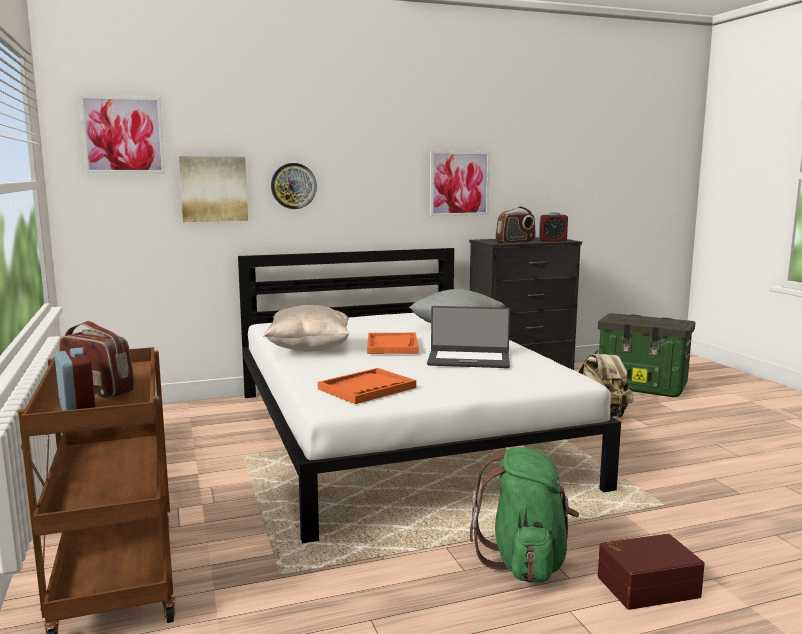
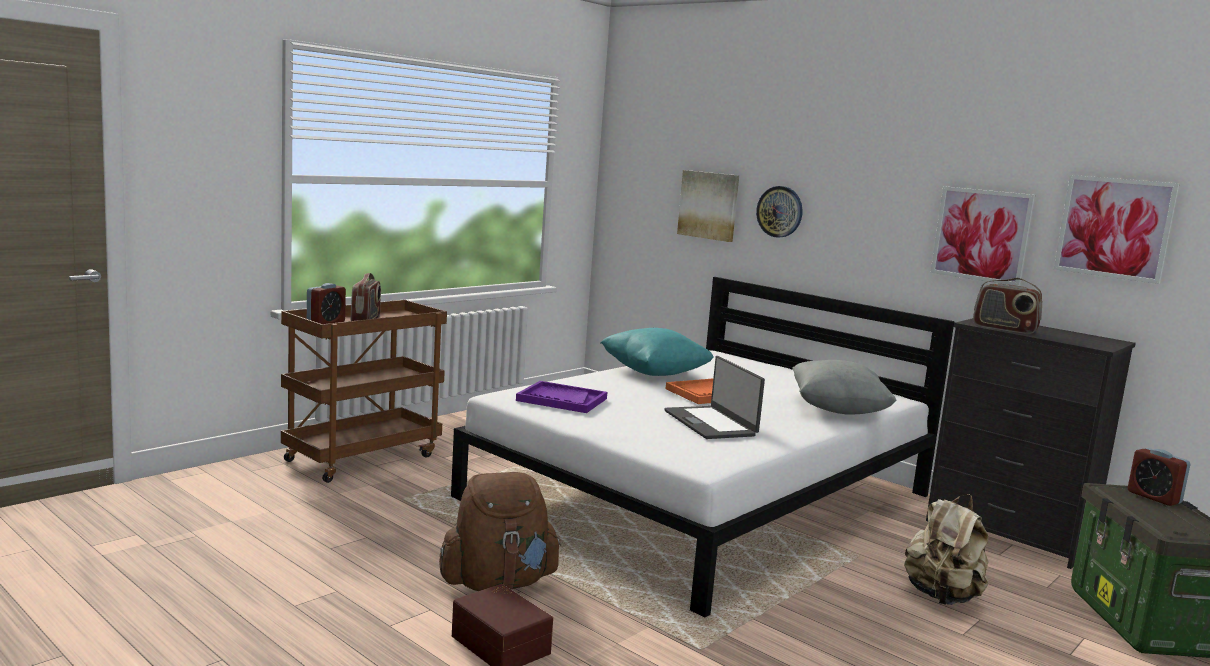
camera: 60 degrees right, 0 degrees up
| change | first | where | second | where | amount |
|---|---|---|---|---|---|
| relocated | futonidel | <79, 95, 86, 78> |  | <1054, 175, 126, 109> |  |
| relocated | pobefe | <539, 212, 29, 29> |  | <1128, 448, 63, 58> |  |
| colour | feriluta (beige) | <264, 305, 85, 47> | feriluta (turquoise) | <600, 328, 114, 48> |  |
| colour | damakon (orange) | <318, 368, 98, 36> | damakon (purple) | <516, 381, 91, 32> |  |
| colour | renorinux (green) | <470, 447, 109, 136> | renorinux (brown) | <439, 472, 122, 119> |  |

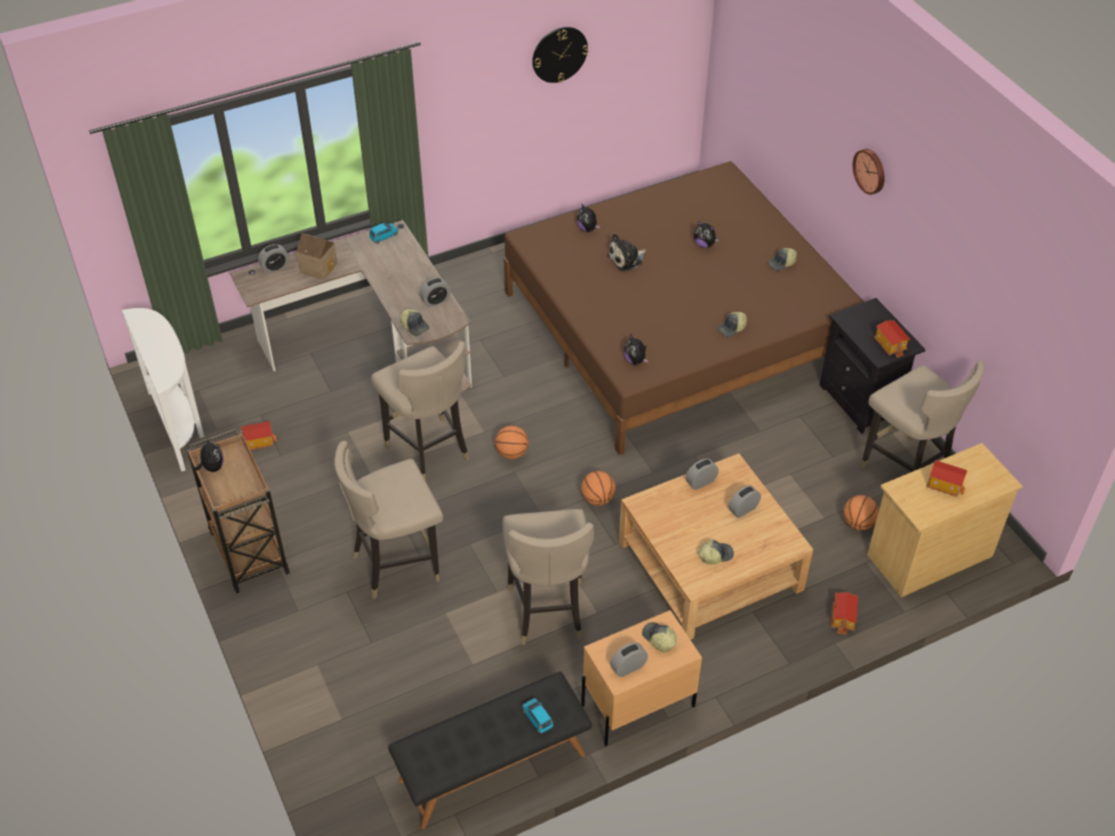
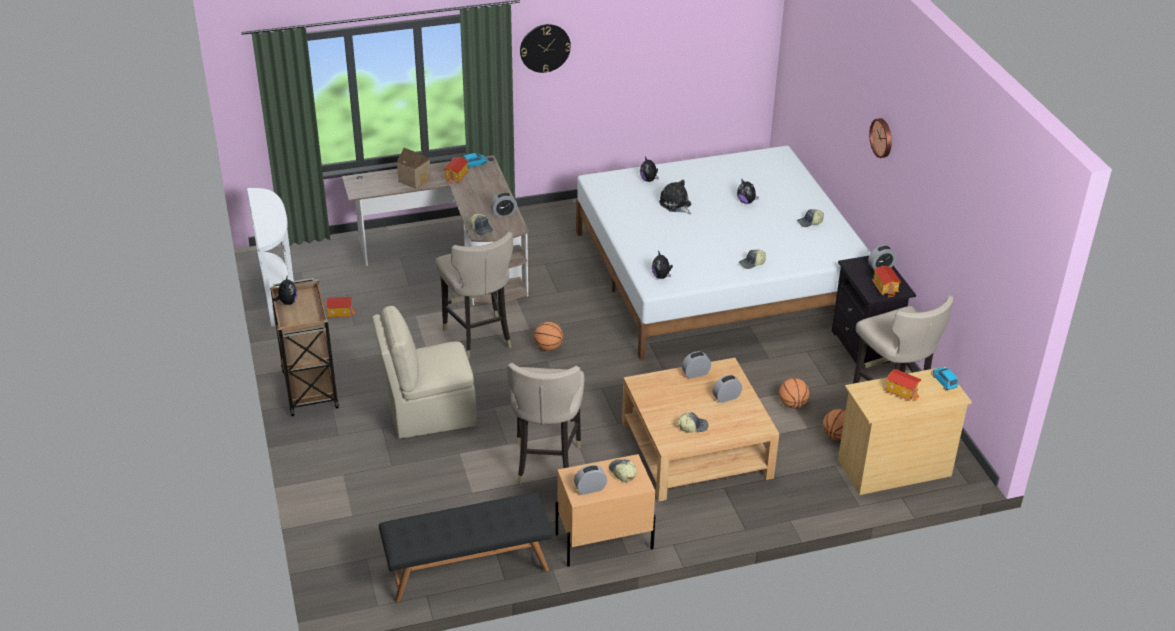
camera: 10 degrees right, 10 degrees down
| change | first | where | second | where | amount |
|---|---|---|---|---|---|
| relocated | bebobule | <532, 27, 56, 56> |  | <520, 24, 51, 49> |  |
| colour | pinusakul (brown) | <504, 161, 360, 295> | pinusakul (white) | <576, 146, 295, 215> |  |
| spun | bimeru | <607, 233, 39, 38> |  | <659, 180, 33, 34> | 75 degrees clockwise |
| relocated | pobefe | <258, 244, 31, 29> |  | <868, 245, 28, 26> |  |
| exchanged | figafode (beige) | <334, 441, 109, 158> | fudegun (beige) | <372, 306, 104, 133> |  |
| relocated | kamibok | <581, 471, 35, 35> |  | <779, 378, 31, 30> |  |
| relocated | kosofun | <831, 592, 27, 42> |  | <444, 157, 25, 27> |  |
| relocated | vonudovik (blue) | <522, 698, 31, 36> |  | <932, 367, 26, 23> |  |

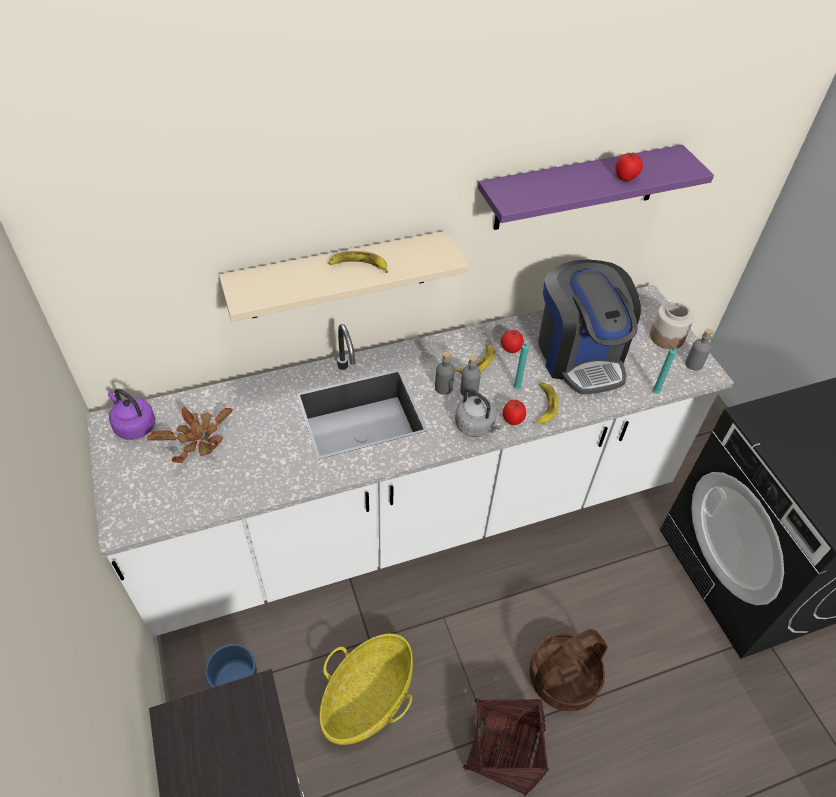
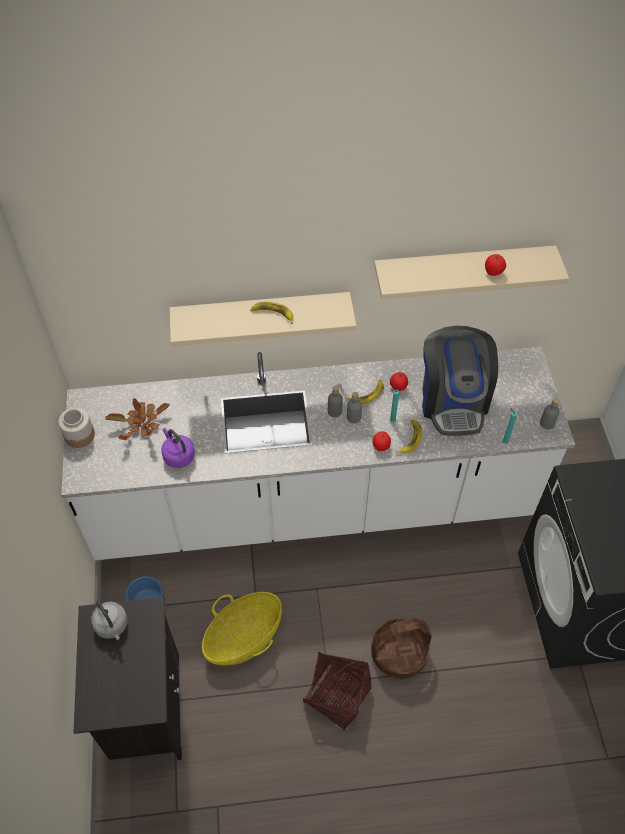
camera: 15 degrees right, 5 degrees up
| change | first | where | second | where | amount |
|---|---|---|---|---|---|
| colour | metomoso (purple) | <478, 145, 236, 85> | metomoso (beige) | <374, 245, 195, 54> |  |
| relocated | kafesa | <650, 302, 44, 47> |  | <58, 407, 37, 41> |  |
| relocated | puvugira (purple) | <108, 388, 47, 52> |  | <161, 428, 34, 40> |  |
| relocated | puvugira (grey) | <455, 388, 47, 49> |  | <91, 601, 37, 39> |  |

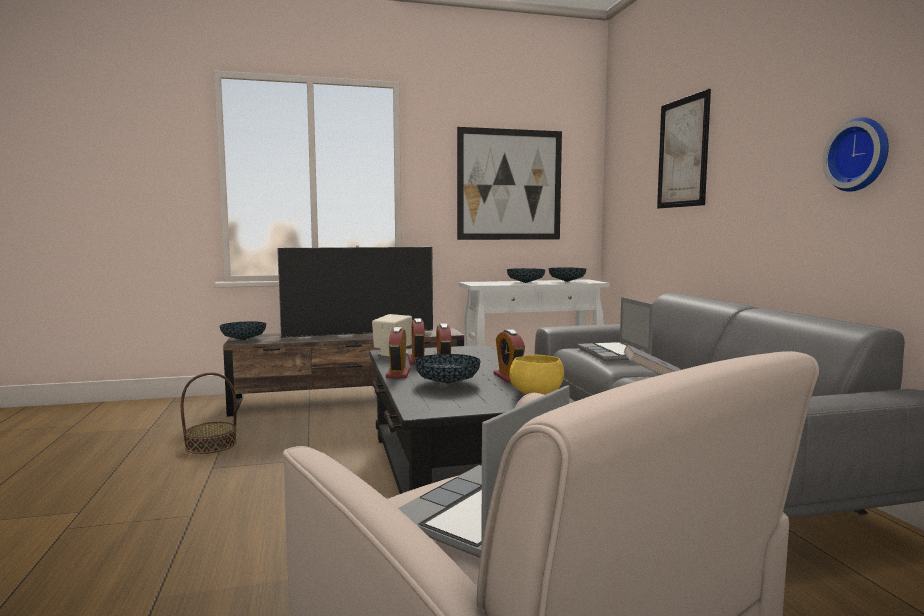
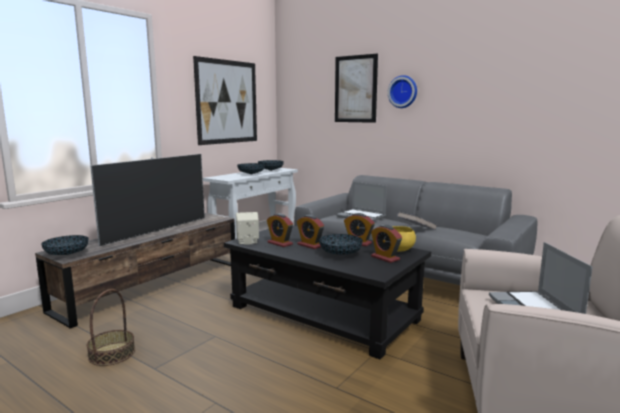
camera: 40 degrees left, 5 degrees up
| change | first | where | second | where | amount |
|---|---|---|---|---|---|
| relocated | bebobule | <822, 117, 67, 75> |  | <388, 75, 29, 33> |  |
| relocated | pobefe | <386, 327, 24, 51> |  | <371, 225, 31, 38> |  |

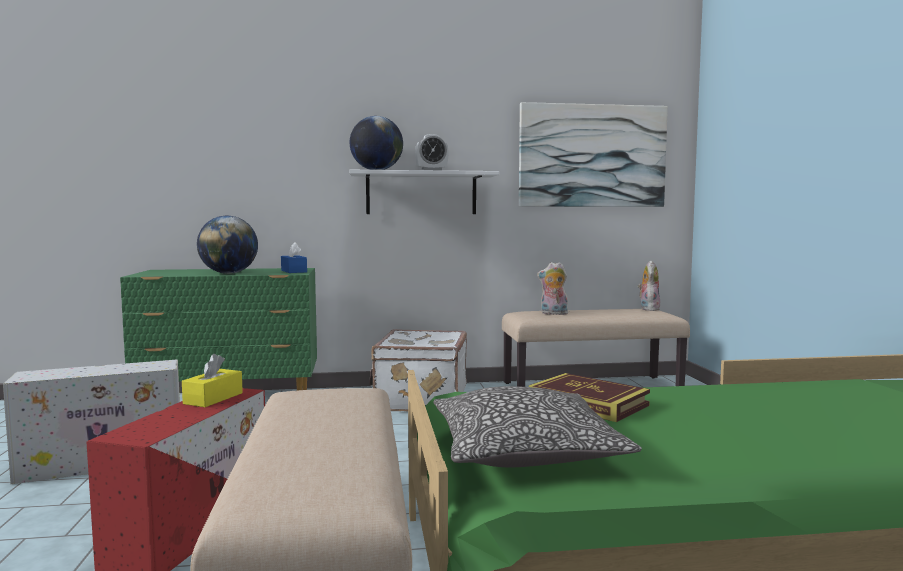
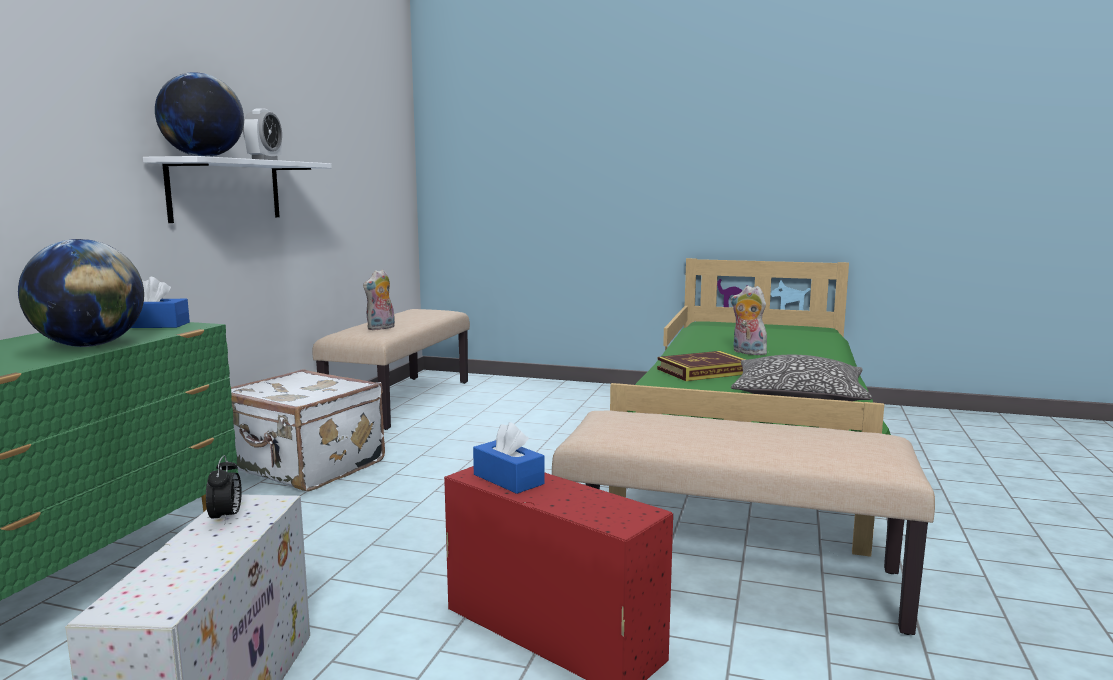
camera: 65 degrees left, 5 degrees up
| change | first | where | second | where | amount |
|---|---|---|---|---|---|
| missing | futonidel | <519, 102, 149, 105> |  |  |  |
| relocated | bimeru | <638, 260, 22, 51> |  | <731, 286, 36, 69> |  |
| colour | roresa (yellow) | <182, 354, 61, 53> | roresa (blue) | <473, 422, 72, 72> |  |
| appeared |  |  | pobefe | <206, 455, 36, 69> |  |

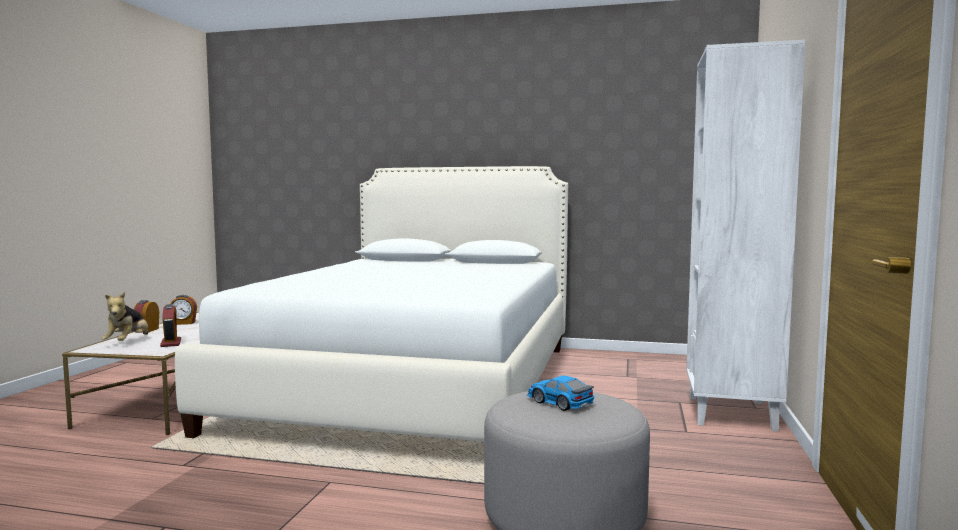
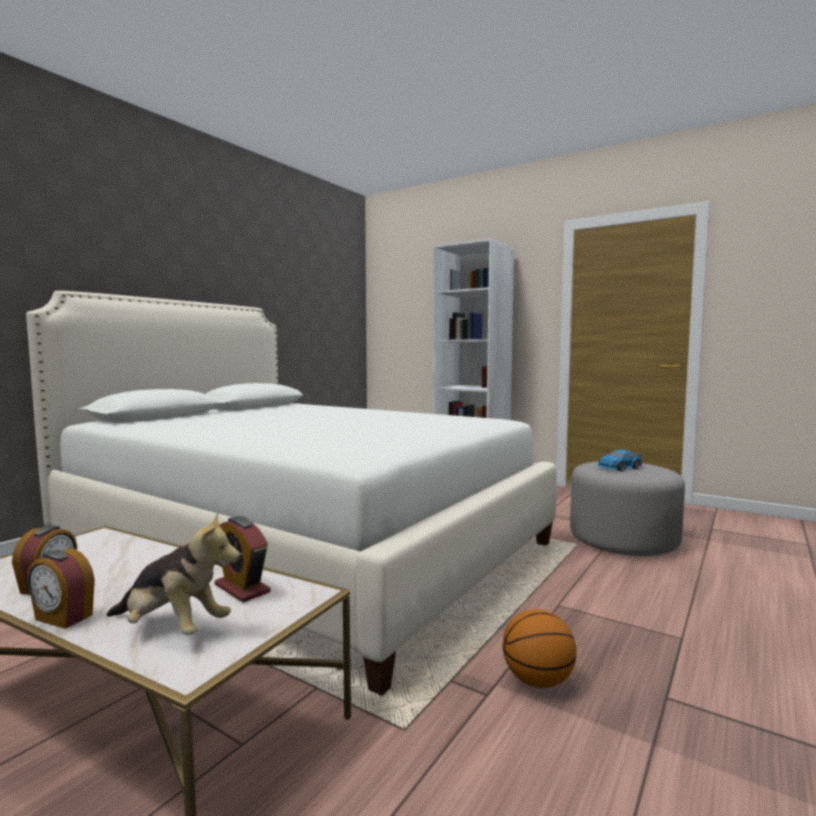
camera: 70 degrees left, 0 degrees up
| change | first | where | second | where | amount |
|---|---|---|---|---|---|
| spun | pobefe | <160, 304, 21, 43> |  | <214, 516, 57, 86> | 135 degrees counterclockwise |
| appeared |  |  | kamibok | <503, 609, 74, 79> |  |

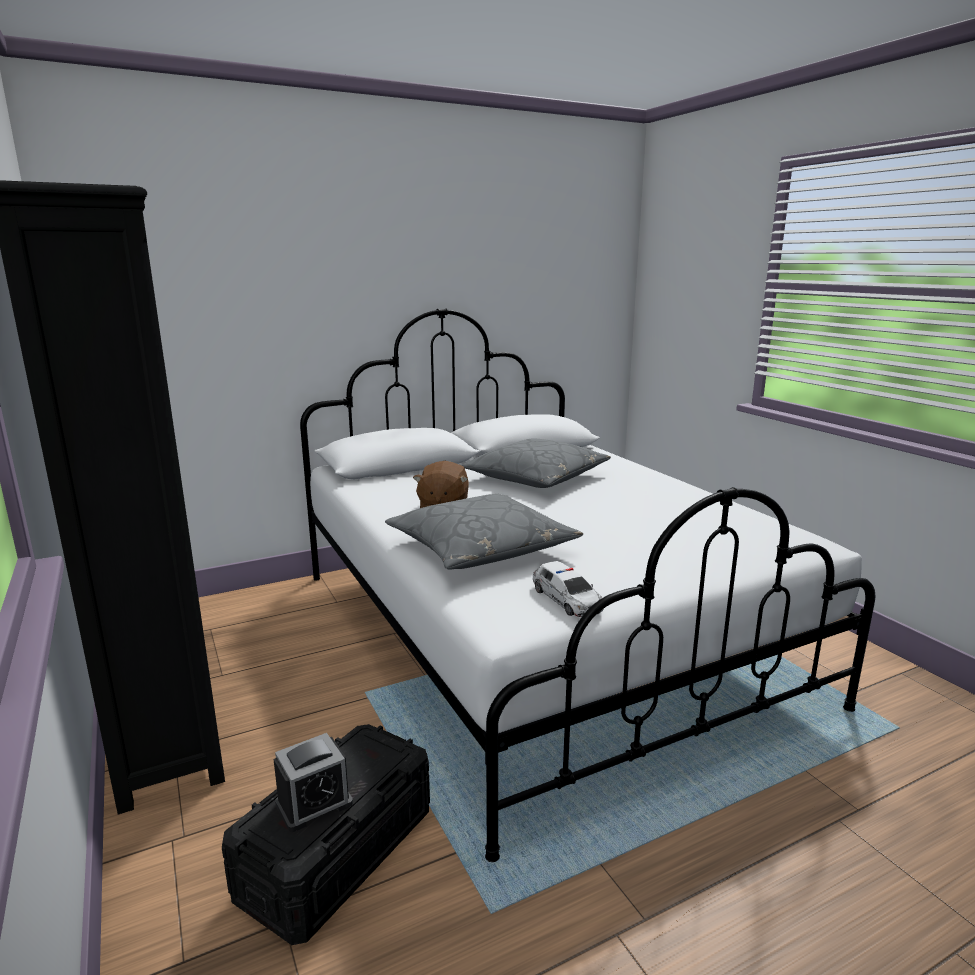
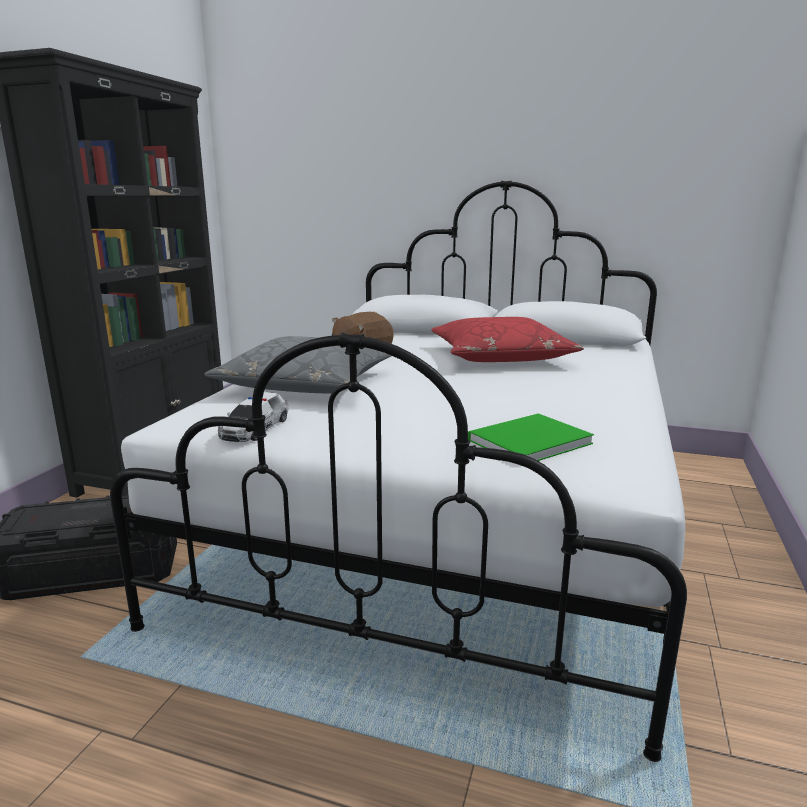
camera: 45 degrees right, 0 degrees up
| change | first | where | second | where | amount |
|---|---|---|---|---|---|
| colour | feriluta (grey) | <461, 438, 150, 50> | feriluta (red) | <431, 317, 153, 45> |  |
| missing | pobefe | <273, 733, 80, 99> |  |  |  |
| appeared |  |  | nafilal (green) | <468, 413, 126, 53> |  |

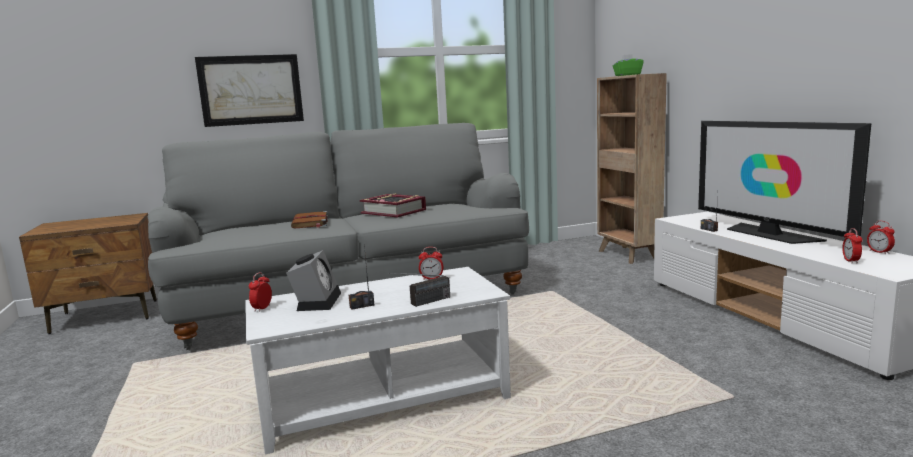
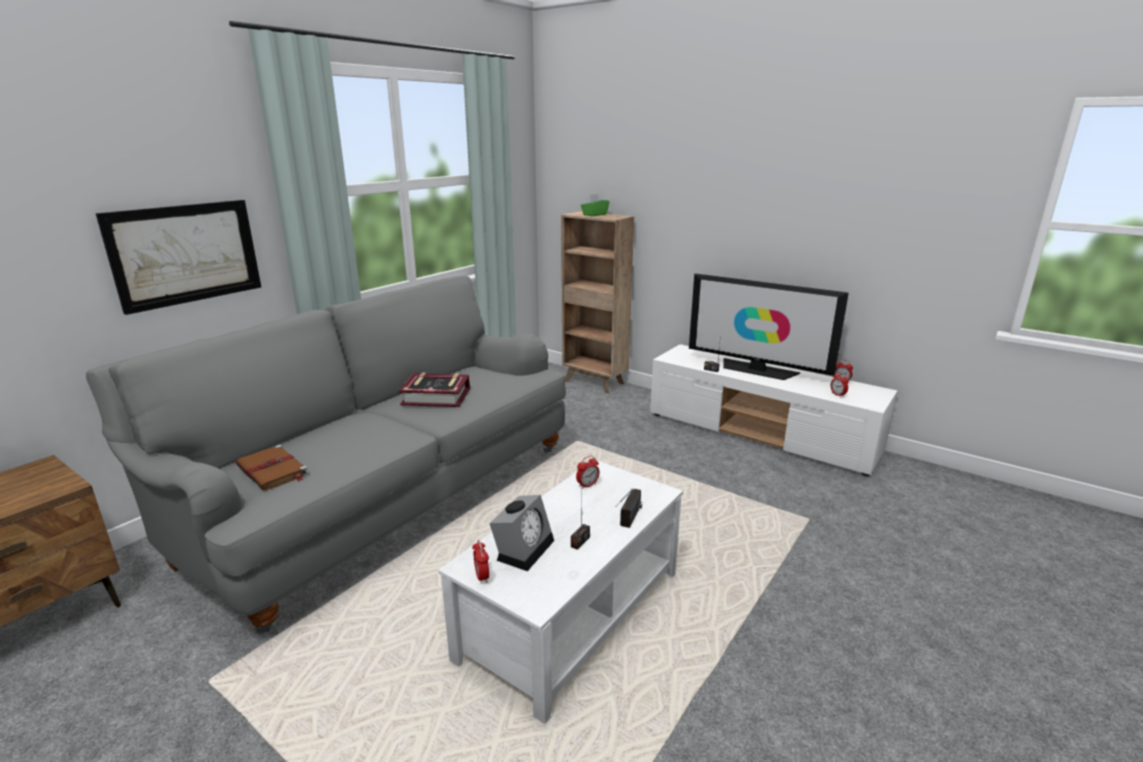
camera: 35 degrees left, 10 degrees up
| change | first | where | second | where | amount |
|---|---|---|---|---|---|
| relocated | nafilal (brown) | <291, 211, 37, 17> |  | <236, 445, 73, 45> |  |
| spun | pobefe | <286, 250, 55, 61> |  | <489, 495, 65, 76> | 60 degrees clockwise |

